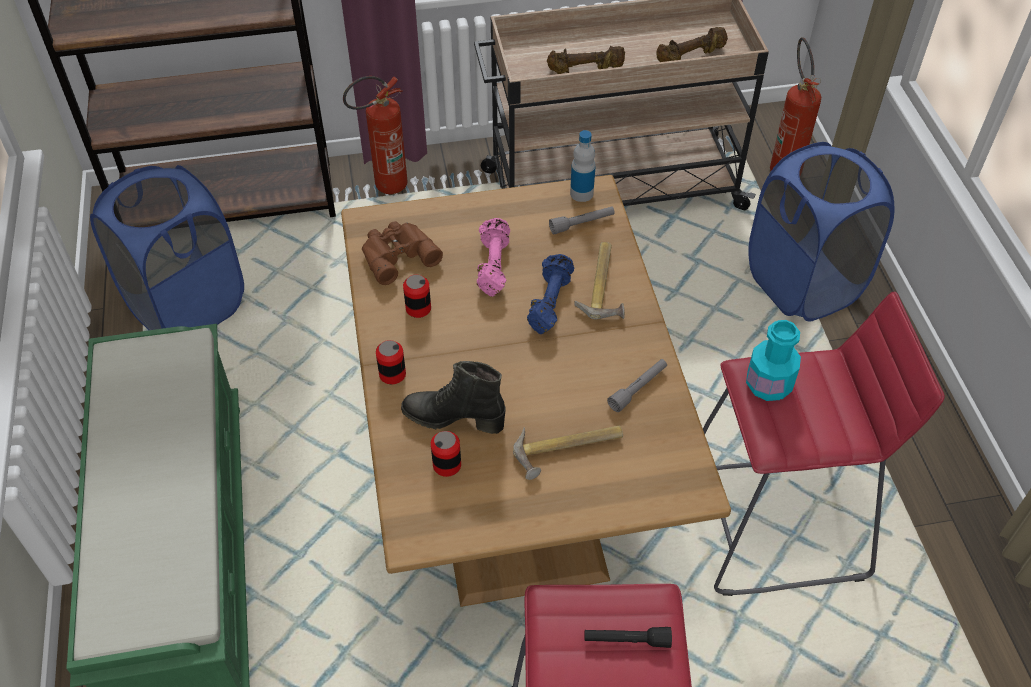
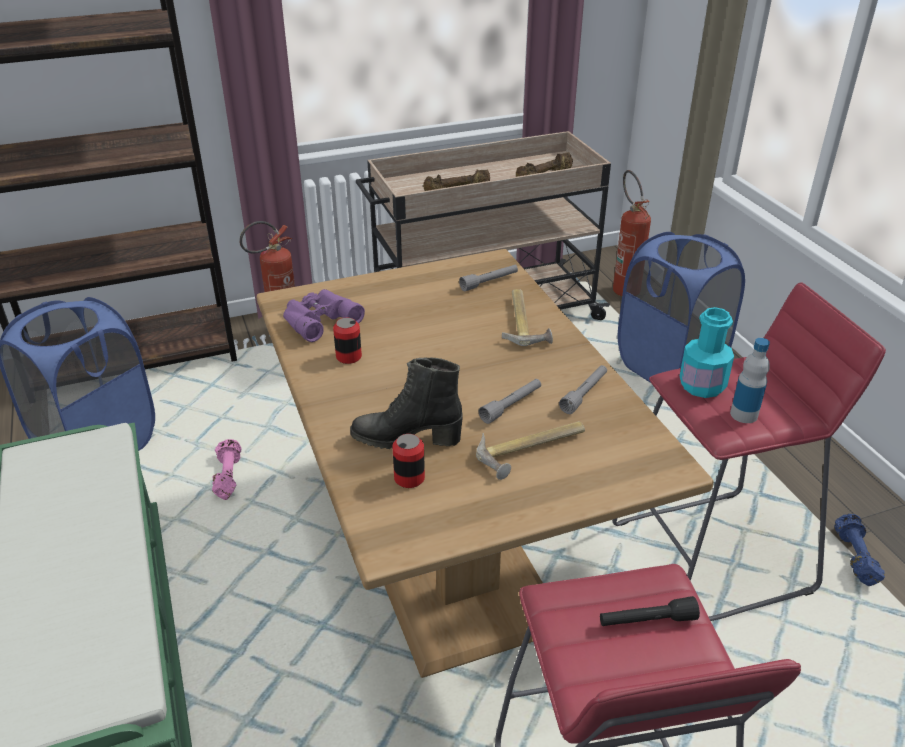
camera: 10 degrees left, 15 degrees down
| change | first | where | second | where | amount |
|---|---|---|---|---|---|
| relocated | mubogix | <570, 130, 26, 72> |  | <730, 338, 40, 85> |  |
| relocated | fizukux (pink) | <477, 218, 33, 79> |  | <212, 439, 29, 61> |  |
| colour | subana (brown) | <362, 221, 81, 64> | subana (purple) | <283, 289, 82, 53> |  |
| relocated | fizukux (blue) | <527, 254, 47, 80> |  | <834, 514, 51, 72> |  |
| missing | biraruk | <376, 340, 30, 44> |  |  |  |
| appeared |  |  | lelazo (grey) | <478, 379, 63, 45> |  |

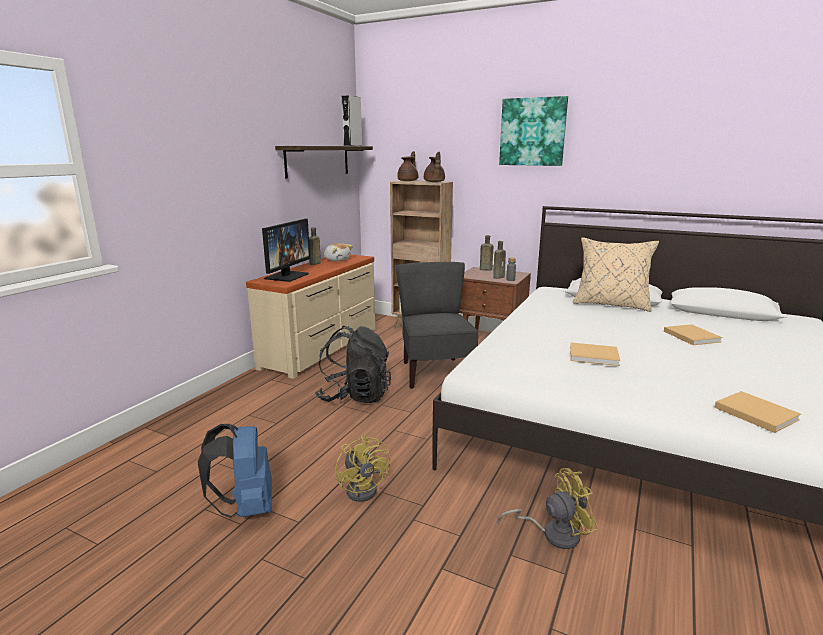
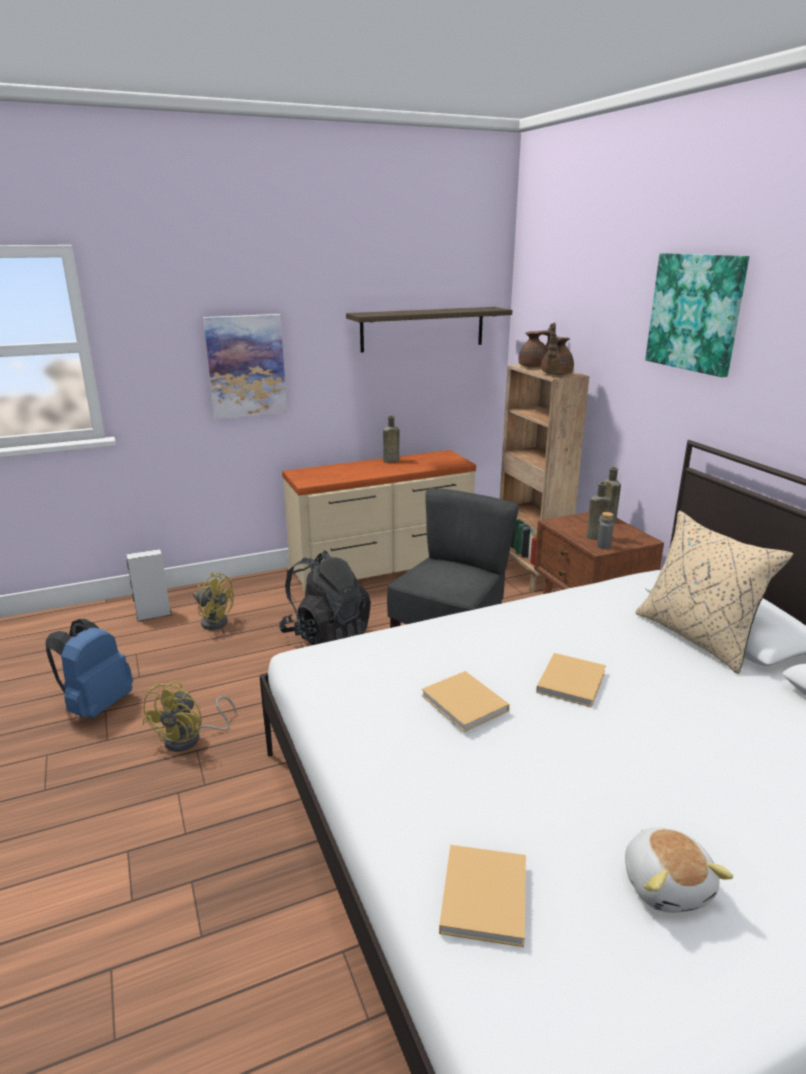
camera: 40 degrees right, 5 degrees up
| change | first | where | second | where | amount |
|---|---|---|---|---|---|
| relocated | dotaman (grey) | <342, 95, 20, 51> |  | <126, 549, 46, 73> |  |
| missing | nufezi | <262, 219, 48, 63> |  |  |  |
| relocated | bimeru | <324, 243, 29, 18> |  | <625, 827, 108, 86> |  |
| relocated | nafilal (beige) | <664, 324, 59, 21> |  | <536, 653, 70, 54> |  |
| relocated | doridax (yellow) | <497, 468, 101, 81> |  | <193, 572, 41, 58> |  |
| appeared |  |  | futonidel | <203, 314, 84, 105> |  |

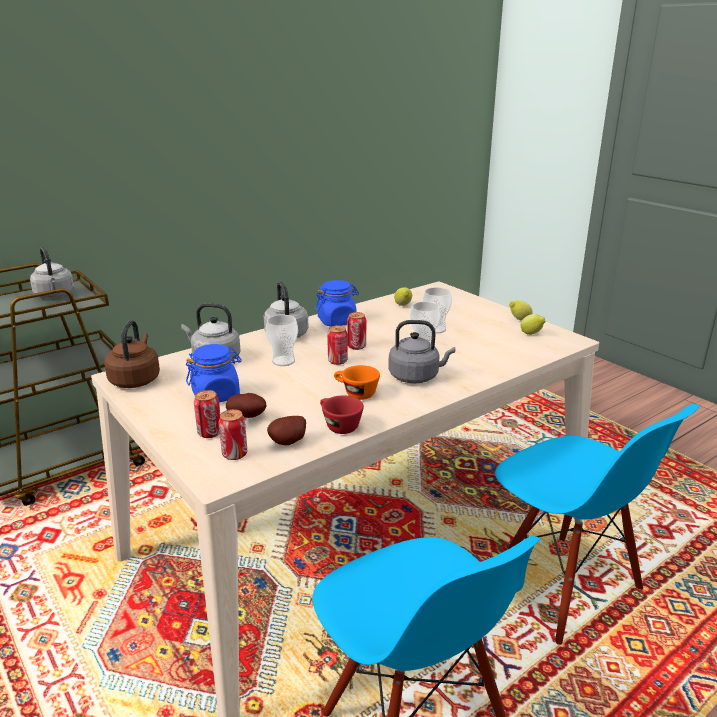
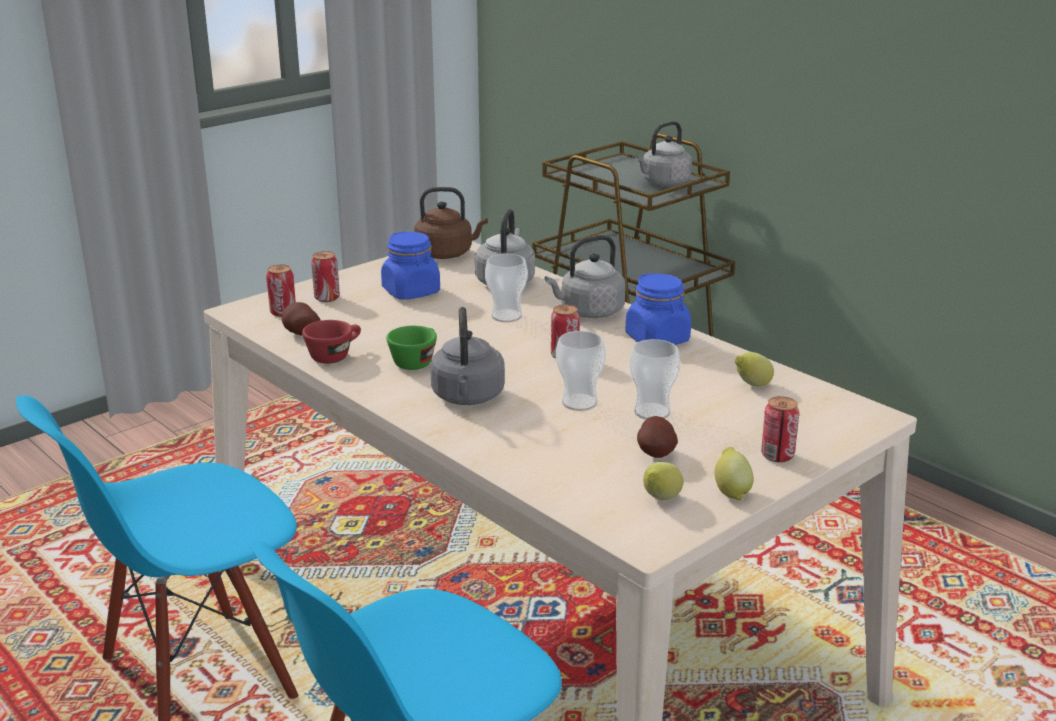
camera: 85 degrees right, 0 degrees up
| change | first | where | second | where | amount |
|---|---|---|---|---|---|
| relocated | biraruk | <327, 325, 21, 40> |  | <761, 396, 38, 67> |  |
| colour | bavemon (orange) | <334, 365, 46, 35> | bavemon (green) | <386, 326, 51, 44> |  |
| relocated | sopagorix | <226, 393, 40, 25> |  | <637, 416, 41, 42> |  |

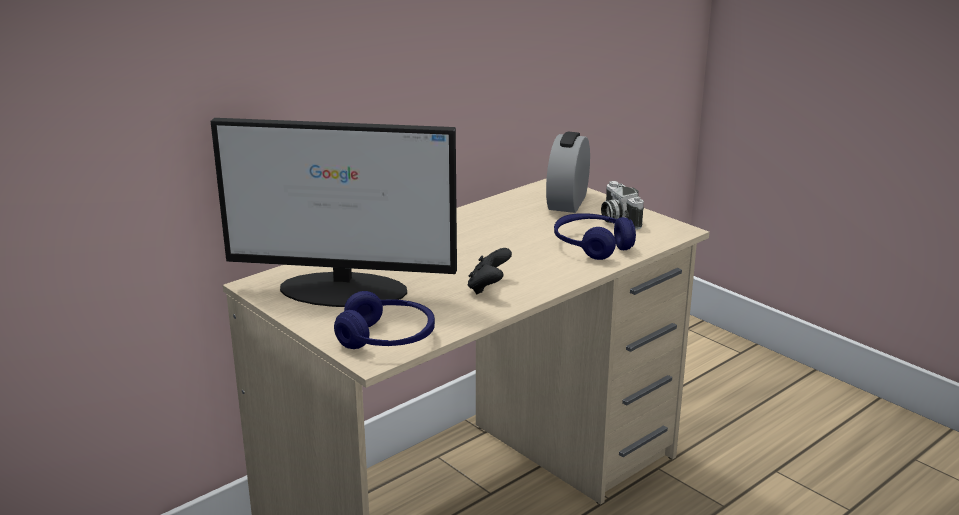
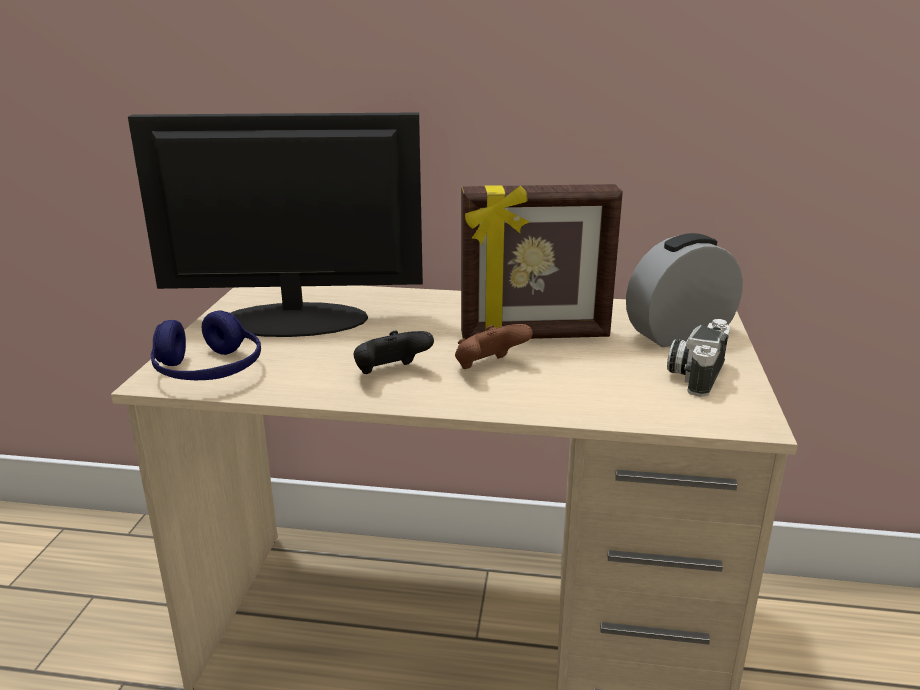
camera: 50 degrees right, 0 degrees up
| change | first | where | second | where | amount |
|---|---|---|---|---|---|
| spun | nufezi | <211, 118, 246, 189> |  | <128, 112, 295, 225> | 120 degrees clockwise |
| missing | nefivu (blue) | <554, 213, 82, 47> |  |  |  |
| appeared |  |  | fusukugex | <461, 184, 162, 155> |  |
| appeared |  |  | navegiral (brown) | <455, 324, 78, 45> |  |

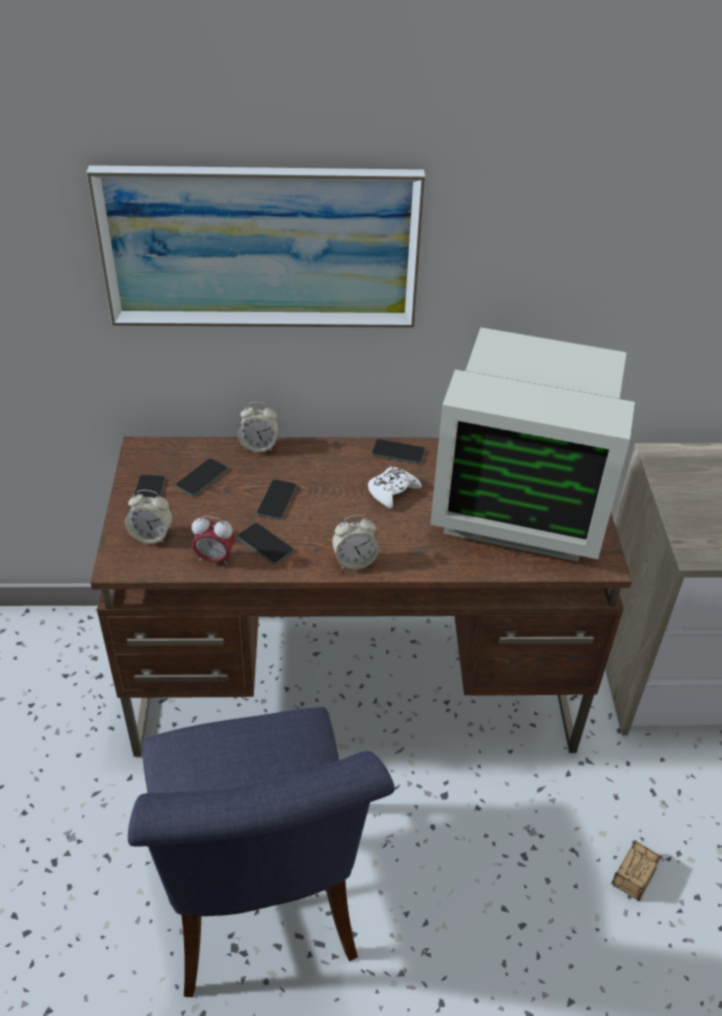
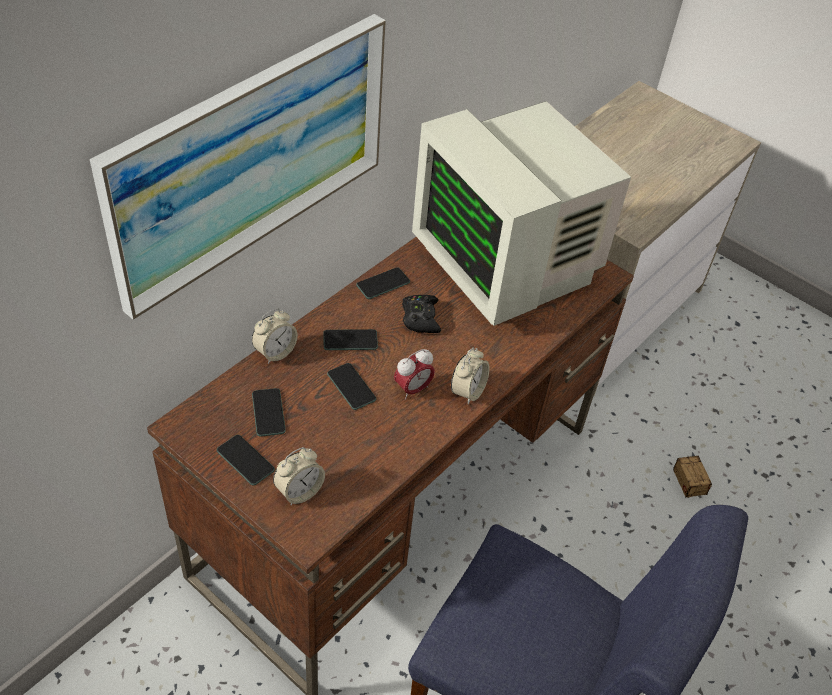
camera: 50 degrees left, 5 degrees up
| change | first | where | second | where | amount |
|---|---|---|---|---|---|
| spun | nufezi | <430, 327, 205, 235> |  | <412, 101, 219, 225> | 90 degrees clockwise |
| colour | navegiral (white) | <368, 467, 54, 42> | navegiral (black) | <402, 295, 39, 38> |  |
| relocated | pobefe | <192, 516, 43, 50> |  | <394, 349, 41, 50> |  |
| relocated | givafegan | <237, 523, 57, 41> |  | <323, 329, 55, 21> |  |

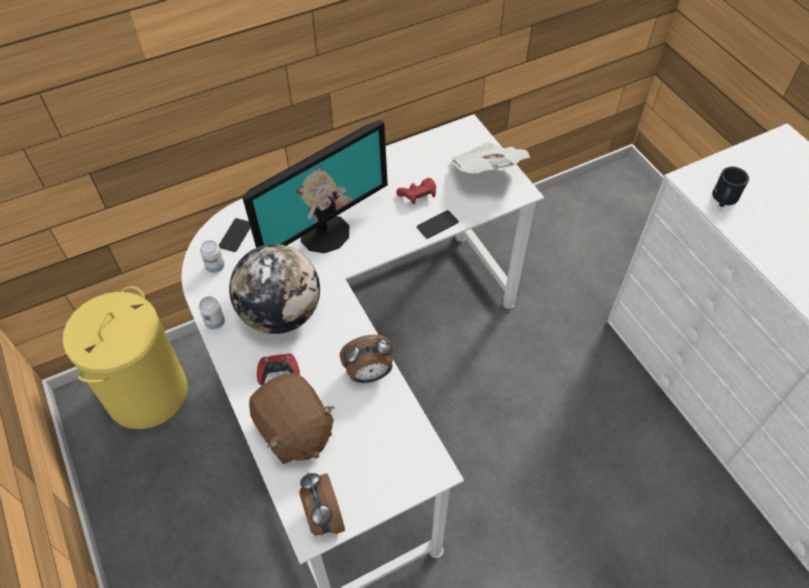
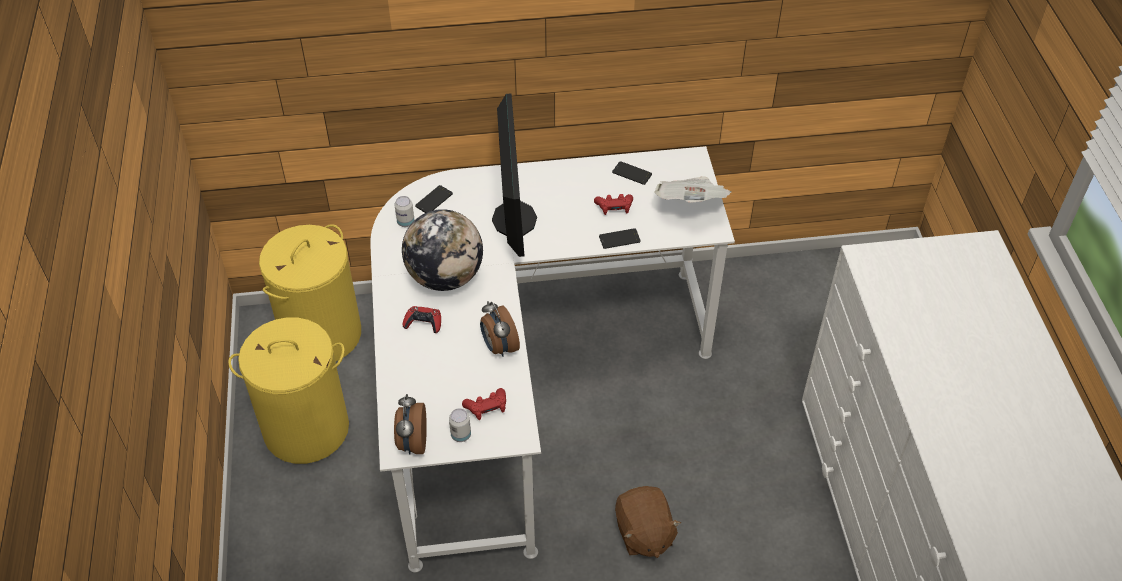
camera: 20 degrees right, 5 degrees down
| change | first | where | second | where | amount |
|---|---|---|---|---|---|
| spun | nufezi | <242, 120, 146, 133> |  | <492, 93, 45, 164> | 75 degrees counterclockwise |
| missing | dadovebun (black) | <712, 167, 37, 40> |  |  |  |
| relocated | biraruk | <199, 296, 26, 33> |  | <449, 408, 22, 34> |  |
| spun | pobefe | <340, 335, 53, 48> |  | <480, 301, 40, 56> | 60 degrees clockwise |
| relocated | bimeru (brown) | <249, 373, 86, 91> |  | <615, 486, 66, 72> |  |
| appeared |  |  | givafegan | <612, 161, 40, 24> |  |
| appeared |  |  | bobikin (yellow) | <228, 317, 121, 147> |  |
| appeared |  |  | navegiral (red) | <462, 388, 44, 32> |  |

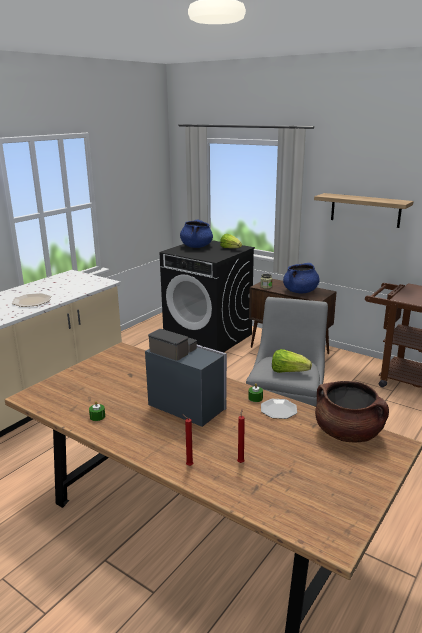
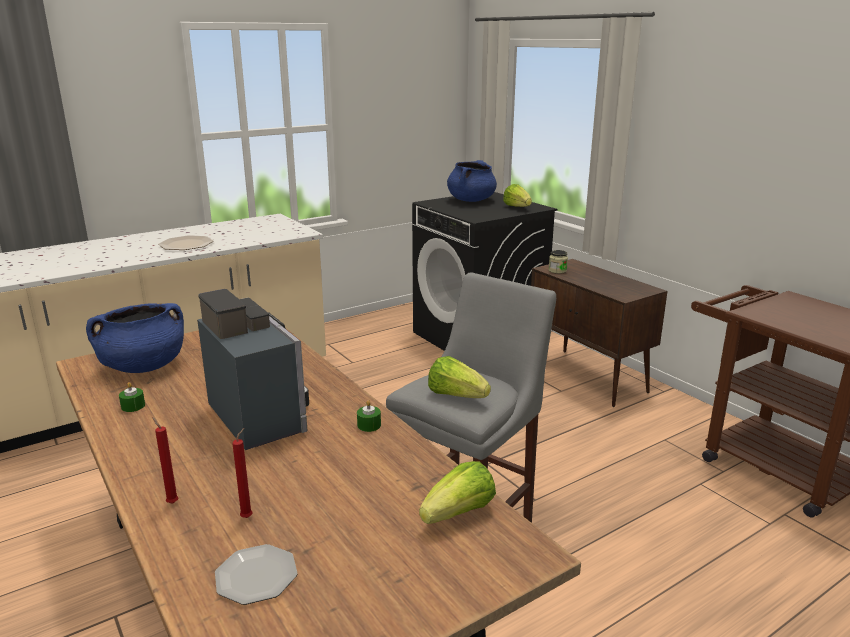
camera: 20 degrees right, 0 degrees up
| change | first | where | second | where | amount |
|---|---|---|---|---|---|
| missing | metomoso | <314, 193, 100, 35> |  |  |  |
| relocated | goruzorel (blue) | <283, 263, 37, 30> |  | <86, 303, 98, 70> |  |
| exchanged | goruzorel (brown) | <315, 381, 74, 62> | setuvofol | <419, 461, 77, 63> |  |
| relocated | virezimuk | <261, 399, 36, 20> |  | <215, 544, 83, 61> |  |

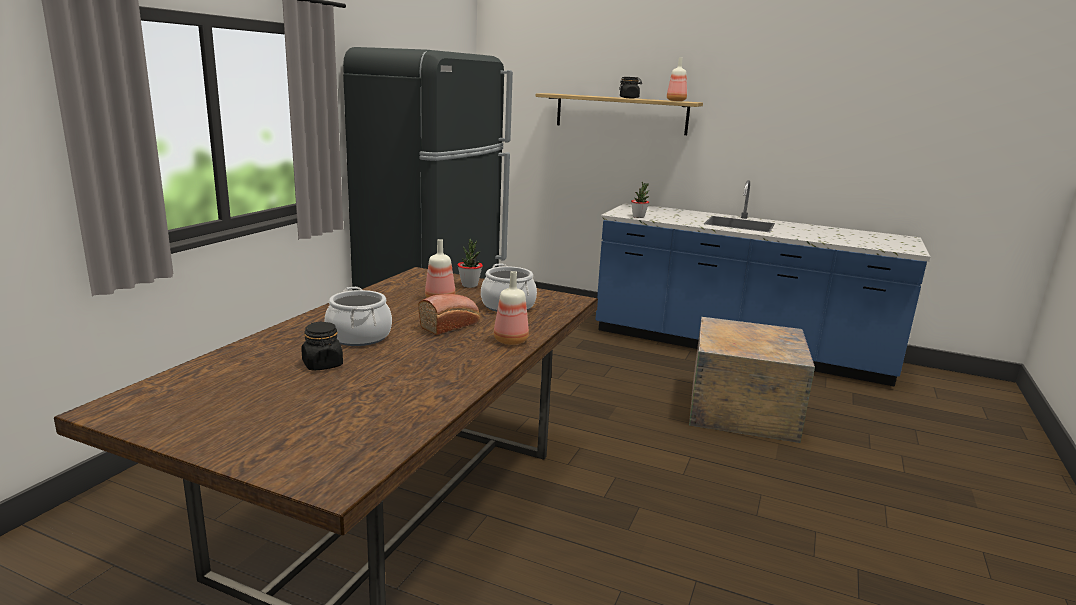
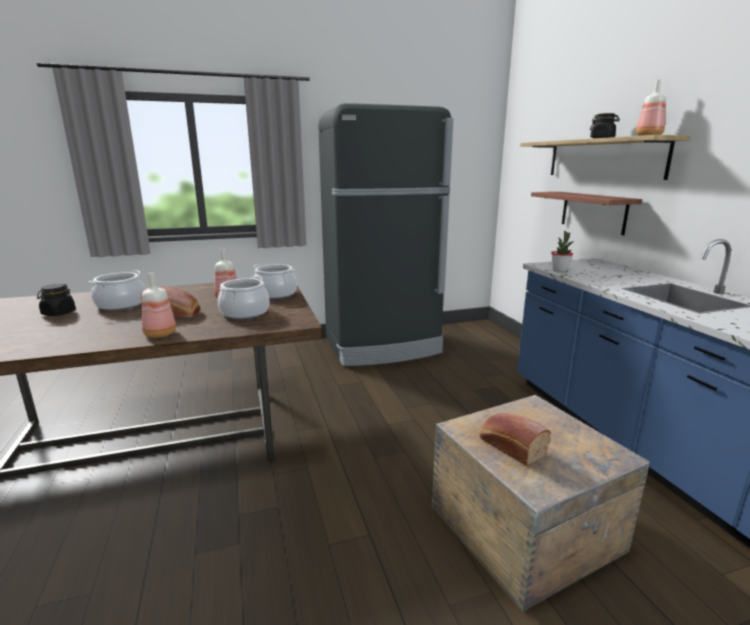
camera: 50 degrees right, 0 degrees up
| change | first | where | second | where | amount |
|---|---|---|---|---|---|
| exchanged | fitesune | <458, 239, 25, 49> | goruzorel | <253, 264, 44, 35> |  |
| appeared |  |  | metomoso | <531, 192, 111, 43> |  |
| appeared |  |  | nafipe | <479, 413, 72, 54> |  |

